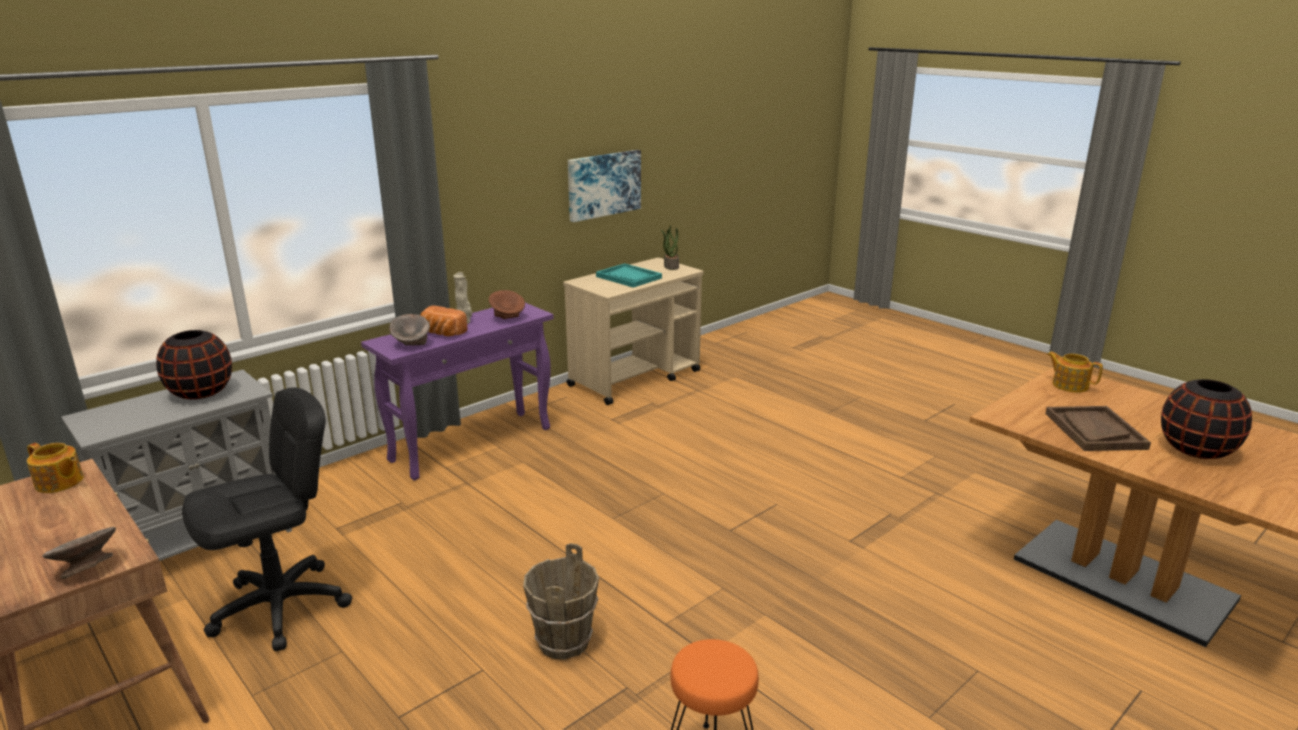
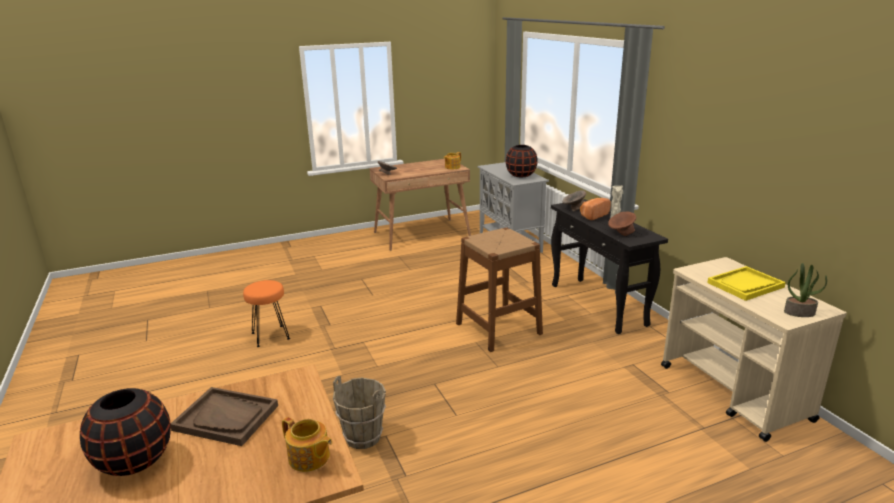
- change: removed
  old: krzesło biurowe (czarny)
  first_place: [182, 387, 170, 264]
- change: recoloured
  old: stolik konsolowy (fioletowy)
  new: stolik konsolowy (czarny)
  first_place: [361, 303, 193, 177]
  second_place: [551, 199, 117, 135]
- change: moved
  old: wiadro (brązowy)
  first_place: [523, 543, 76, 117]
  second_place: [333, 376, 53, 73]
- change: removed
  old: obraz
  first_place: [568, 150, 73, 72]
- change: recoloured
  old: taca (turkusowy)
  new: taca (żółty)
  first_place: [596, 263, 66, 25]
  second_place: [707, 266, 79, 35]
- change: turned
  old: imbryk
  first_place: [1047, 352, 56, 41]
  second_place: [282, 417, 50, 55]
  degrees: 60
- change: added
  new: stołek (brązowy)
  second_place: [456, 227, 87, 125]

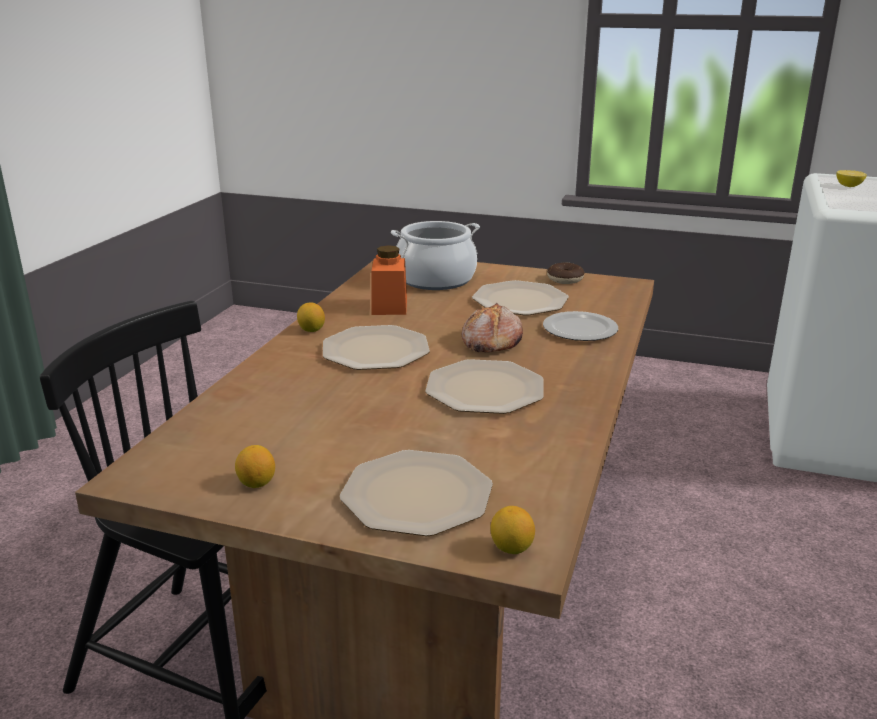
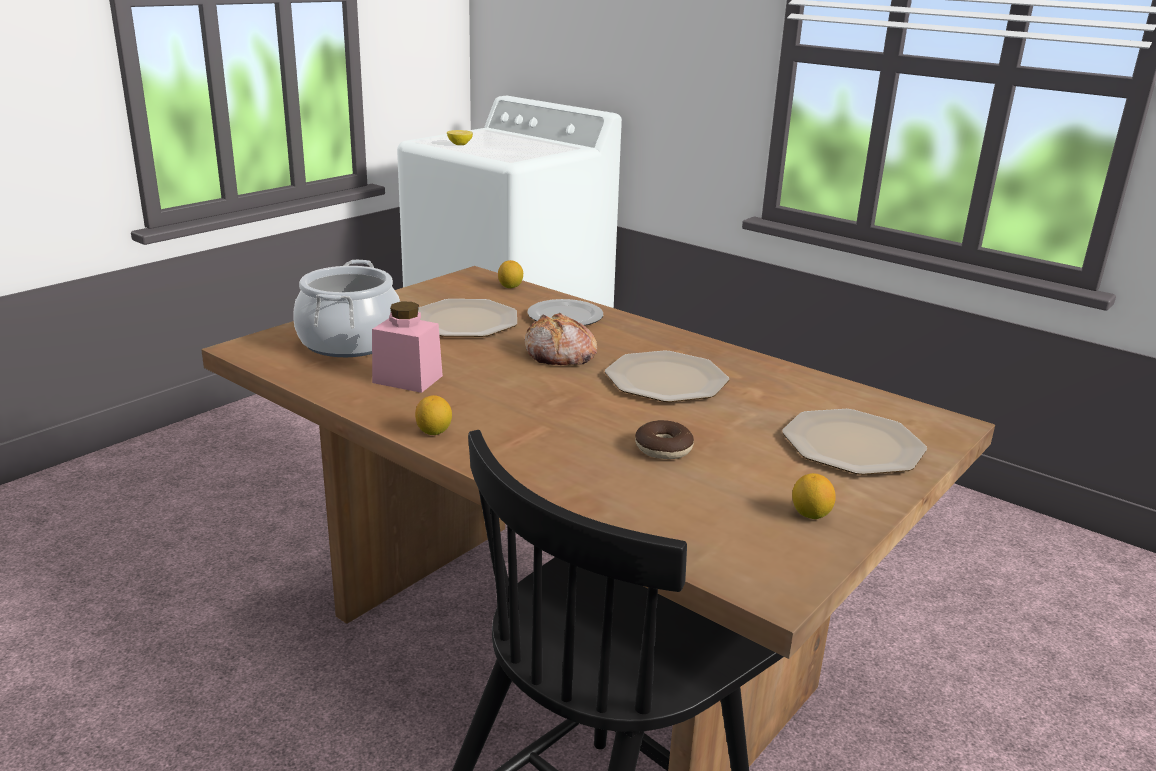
- change: removed
  old: talerz
  first_place: [323, 325, 107, 45]
- change: recoloured
  old: słoik (pomarańczowy)
  new: słoik (różowy)
  first_place: [371, 245, 36, 70]
  second_place: [372, 302, 71, 91]
- change: moved
  old: cytryna
  first_place: [490, 506, 45, 48]
  second_place: [498, 260, 25, 28]
- change: moved
  old: donut
  first_place: [547, 263, 38, 21]
  second_place: [635, 420, 59, 39]

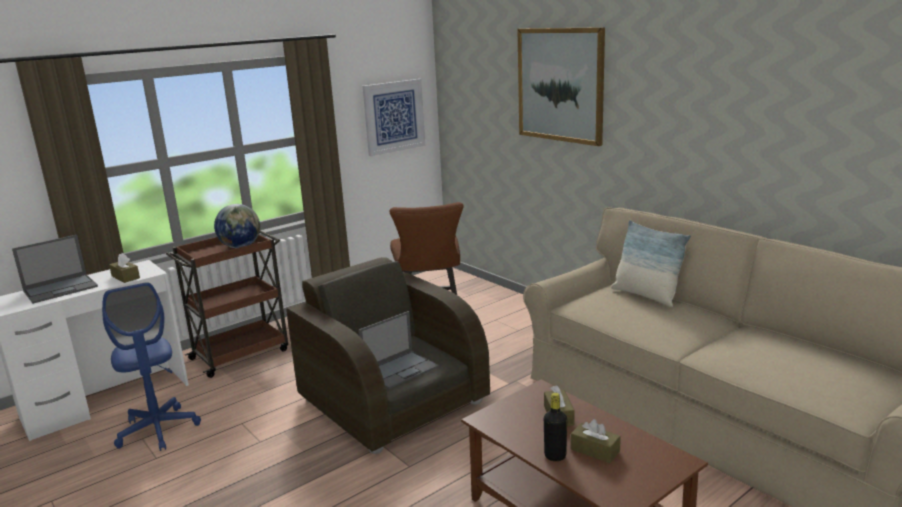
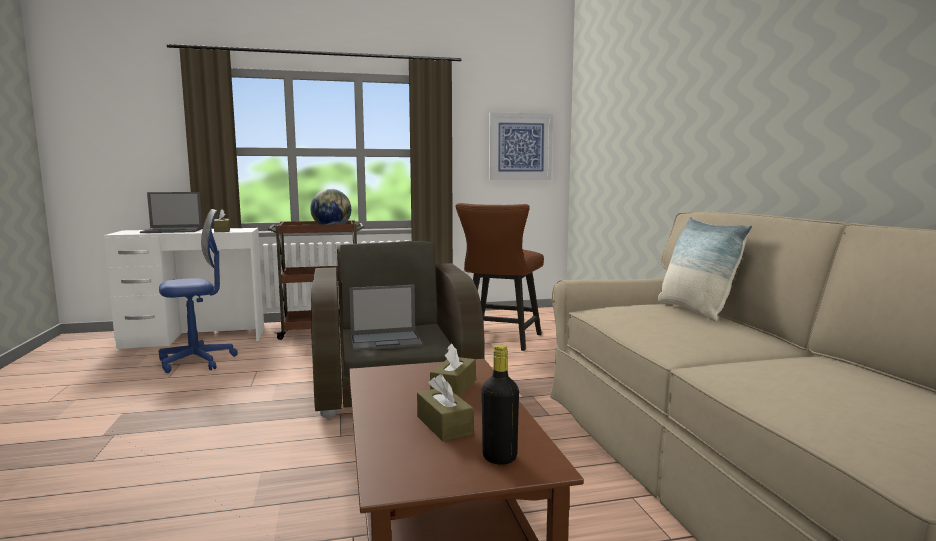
- change: turned
  old: krzesło biurowe (niebieski)
  first_place: [102, 282, 99, 169]
  second_place: [159, 209, 79, 164]
  degrees: -120
- change: removed
  old: obraz
  first_place: [517, 27, 88, 119]
- change: moved
  old: butelka (czarny)
  first_place: [544, 393, 23, 68]
  second_place: [482, 345, 37, 120]

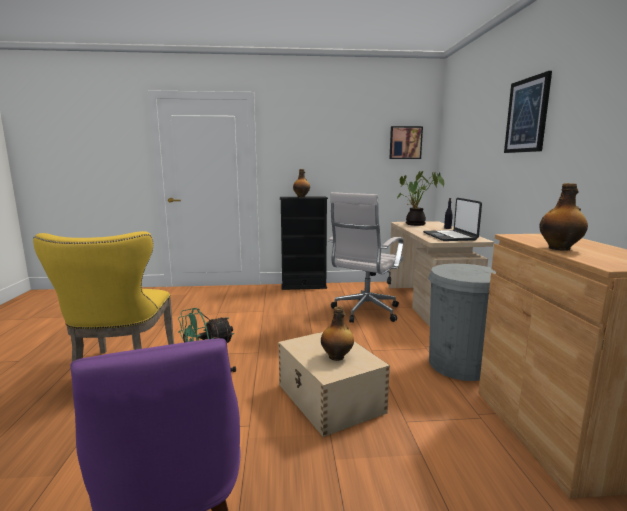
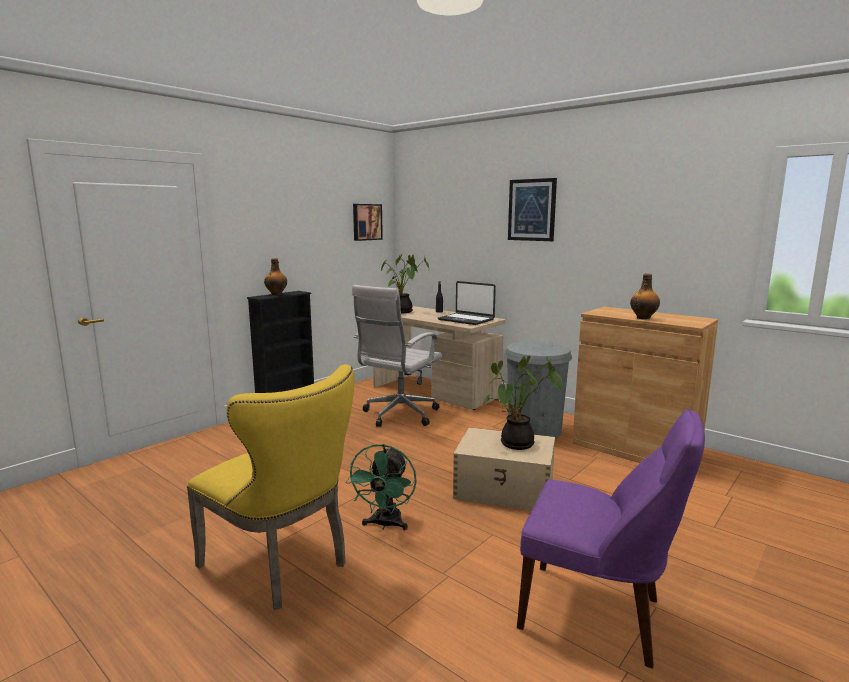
- change: replaced
  old: butelka
  new: roślina doniczkowa
  first_place: [321, 306, 33, 55]
  second_place: [482, 356, 81, 94]
- change: turned
  old: krzesło biurowe (biały)
  first_place: [328, 192, 76, 131]
  second_place: [352, 285, 90, 142]
  degrees: 45

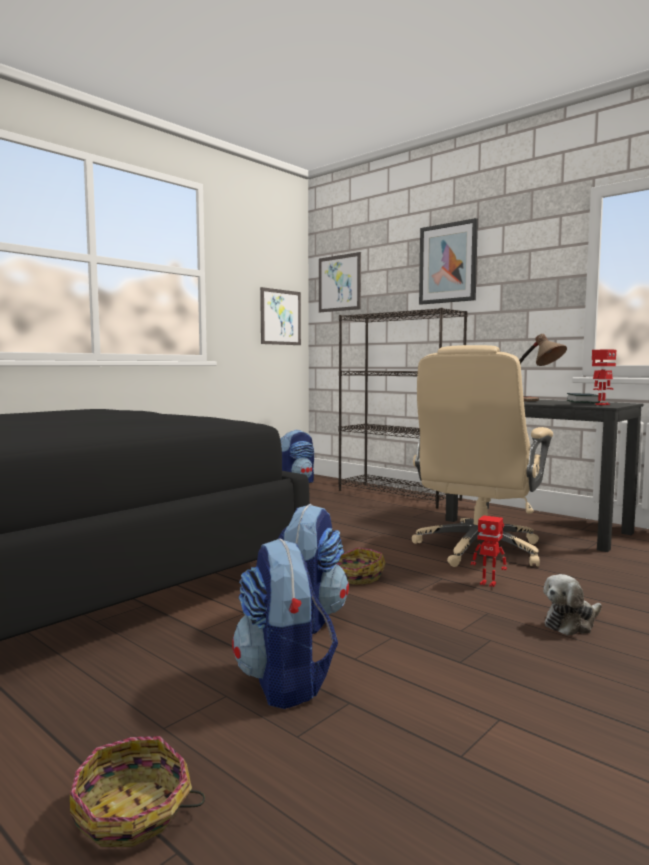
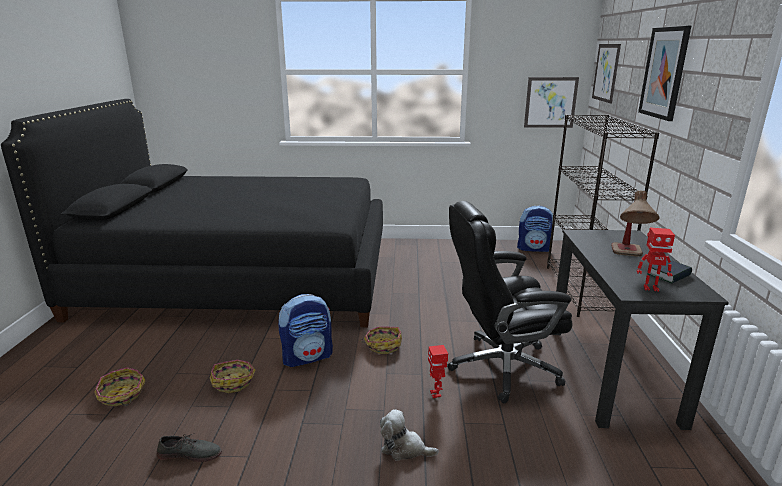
- change: replaced
  old: plecak
  new: koszyk
  first_place: [232, 539, 106, 170]
  second_place: [210, 360, 46, 33]
- change: recoloured
  old: krzesło biurowe (beżowy)
  new: krzesło biurowe (czarny)
  first_place: [412, 345, 141, 222]
  second_place: [447, 201, 125, 203]
- change: added
  new: but (szary)
  second_place: [157, 433, 65, 29]

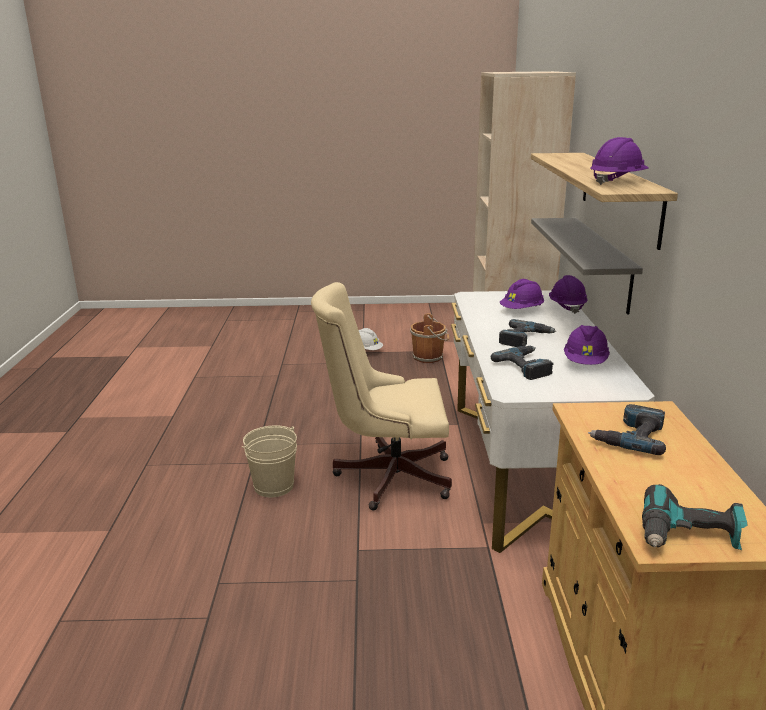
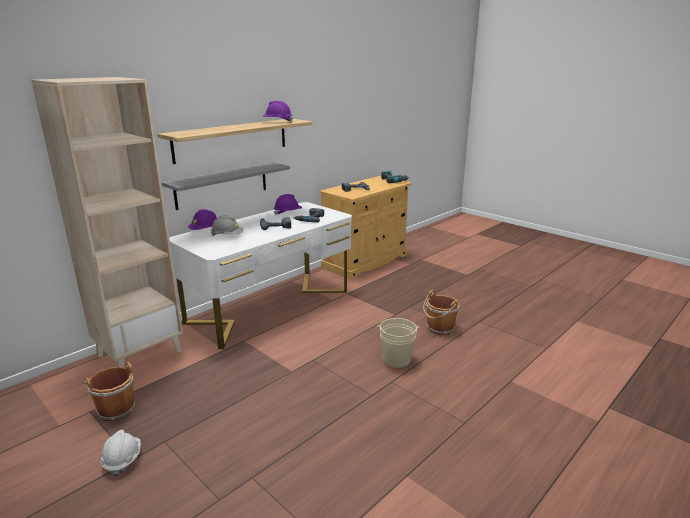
- change: removed
  old: krzesło biurowe (beżowy)
  first_place: [311, 282, 141, 229]
- change: recoloured
  old: kask (fioletowy)
  new: kask (szary)
  first_place: [500, 279, 44, 30]
  second_place: [211, 215, 33, 21]
- change: added
  new: wiadro (brązowy)
  second_place: [423, 290, 36, 45]

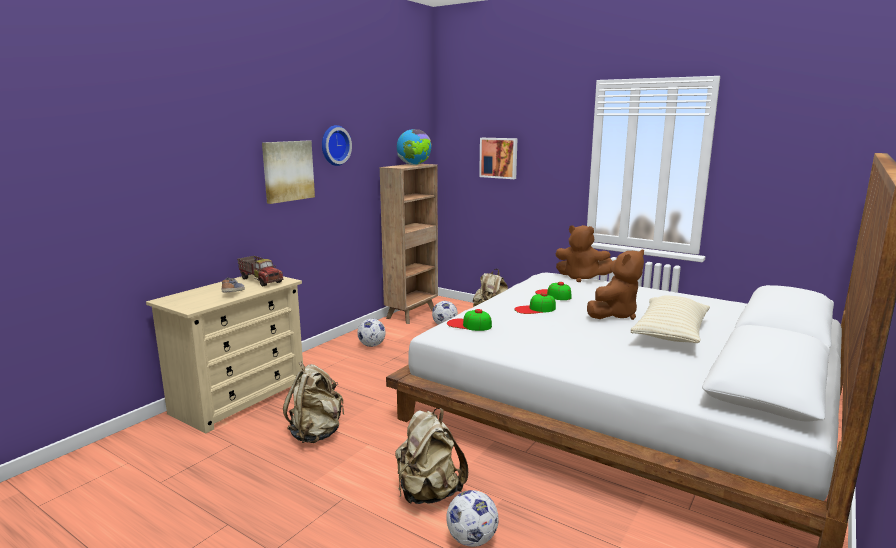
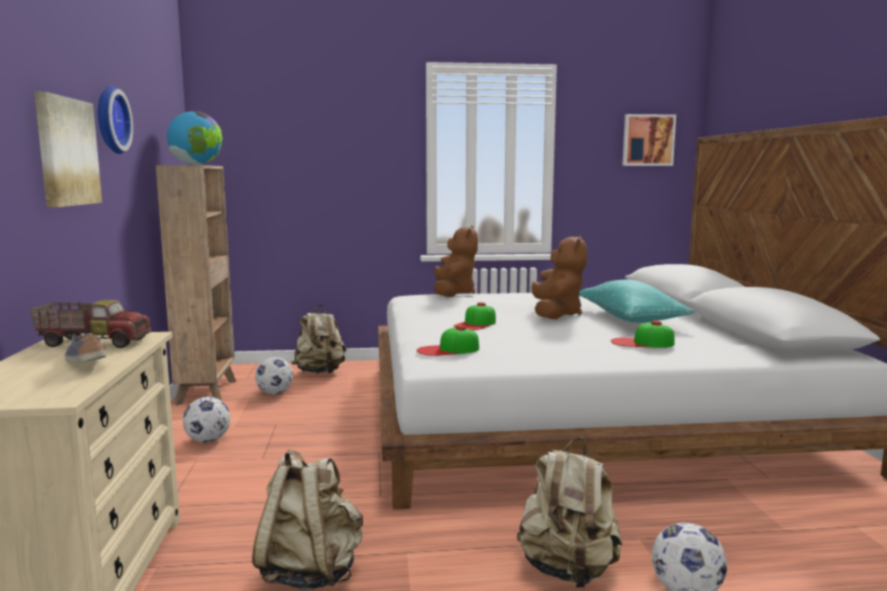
- change: moved
  old: obraz
  first_place: [479, 138, 39, 41]
  second_place: [622, 114, 54, 52]
- change: moved
  old: czapka z daszkiem
  first_place: [535, 282, 36, 18]
  second_place: [611, 320, 64, 28]
- change: turned
  old: pluszak (brązowy)
  first_place: [555, 225, 57, 57]
  second_place: [434, 225, 44, 72]
  degrees: -75
- change: recoloured
  old: poduszka (beżowy)
  new: poduszka (turkusowy)
  first_place: [631, 296, 79, 47]
  second_place: [579, 280, 116, 43]

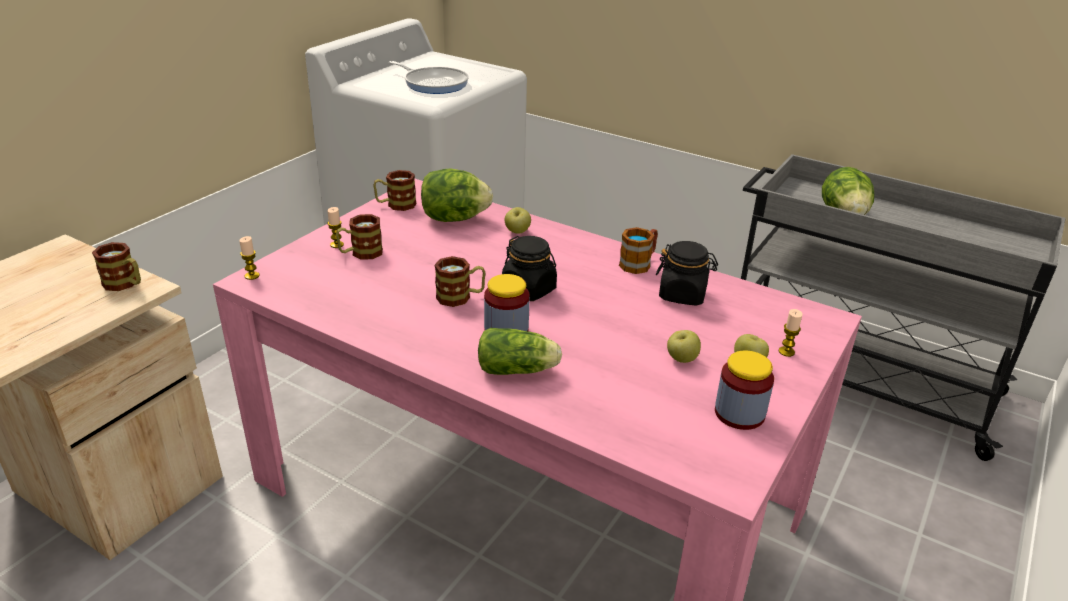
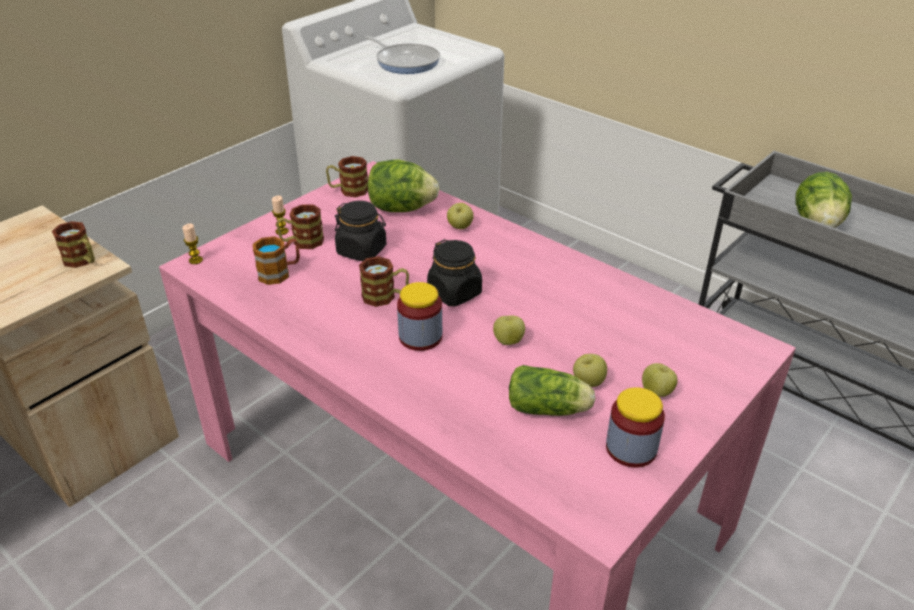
- change: moved
  old: sałata
  first_place: [478, 328, 84, 47]
  second_place: [509, 365, 86, 51]
- change: moved
  old: kubek
  first_place: [619, 227, 39, 47]
  second_place: [253, 236, 47, 49]
- change: moved
  old: słoik (czarny)
  first_place: [656, 241, 62, 64]
  second_place: [335, 201, 51, 60]
- change: removed
  old: świeca
  first_place: [779, 309, 24, 48]
- change: added
  new: jabłko
  second_place: [493, 316, 32, 29]

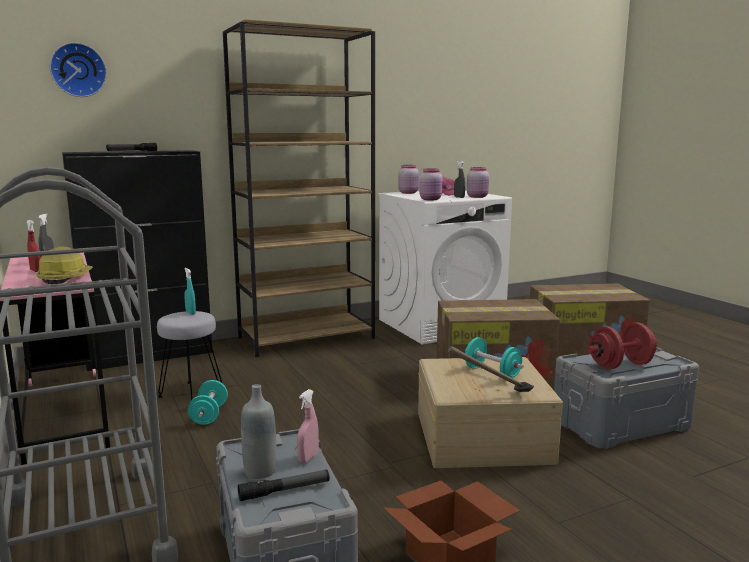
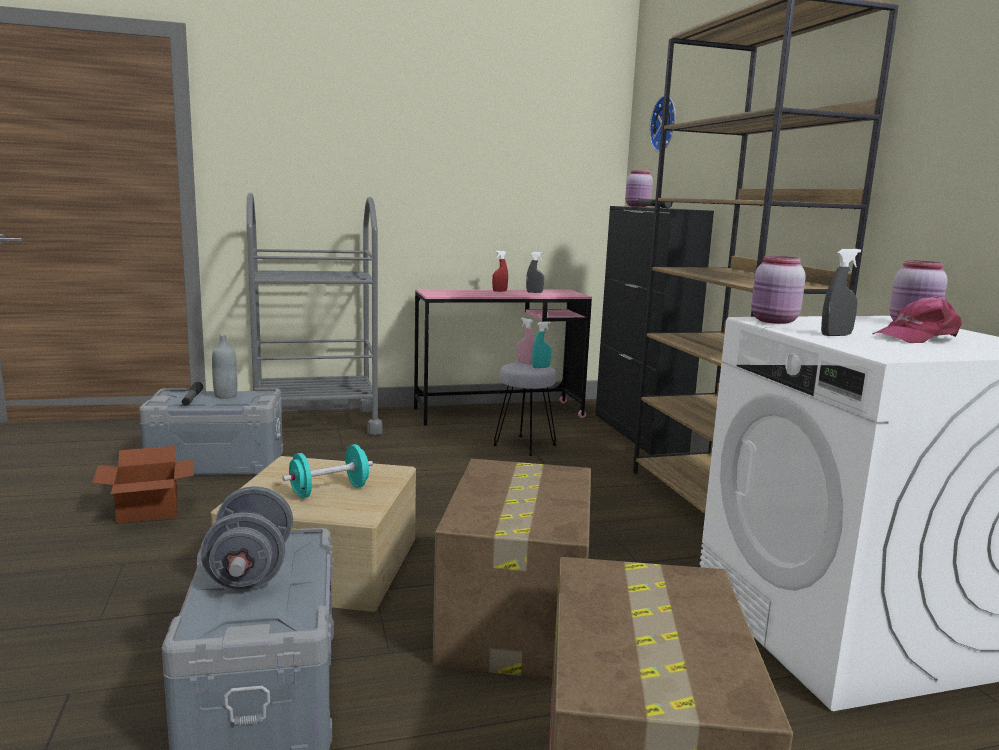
- change: removed
  old: kask
  first_place: [36, 247, 57, 37]
- change: removed
  old: hantel (turkusowy)
  first_place: [188, 380, 40, 45]
- change: moved
  old: spryskiwacz (różowy)
  first_place: [297, 389, 22, 74]
  second_place: [517, 318, 17, 47]
- change: removed
  old: młotek
  first_place: [448, 346, 86, 46]
- change: moved
  old: słoik (różowy)
  first_place: [467, 167, 22, 31]
  second_place: [625, 170, 28, 37]
- change: recoloured
  old: hantel (czerwony)
  new: hantel (szary)
  first_place: [588, 323, 69, 47]
  second_place: [200, 486, 93, 104]

